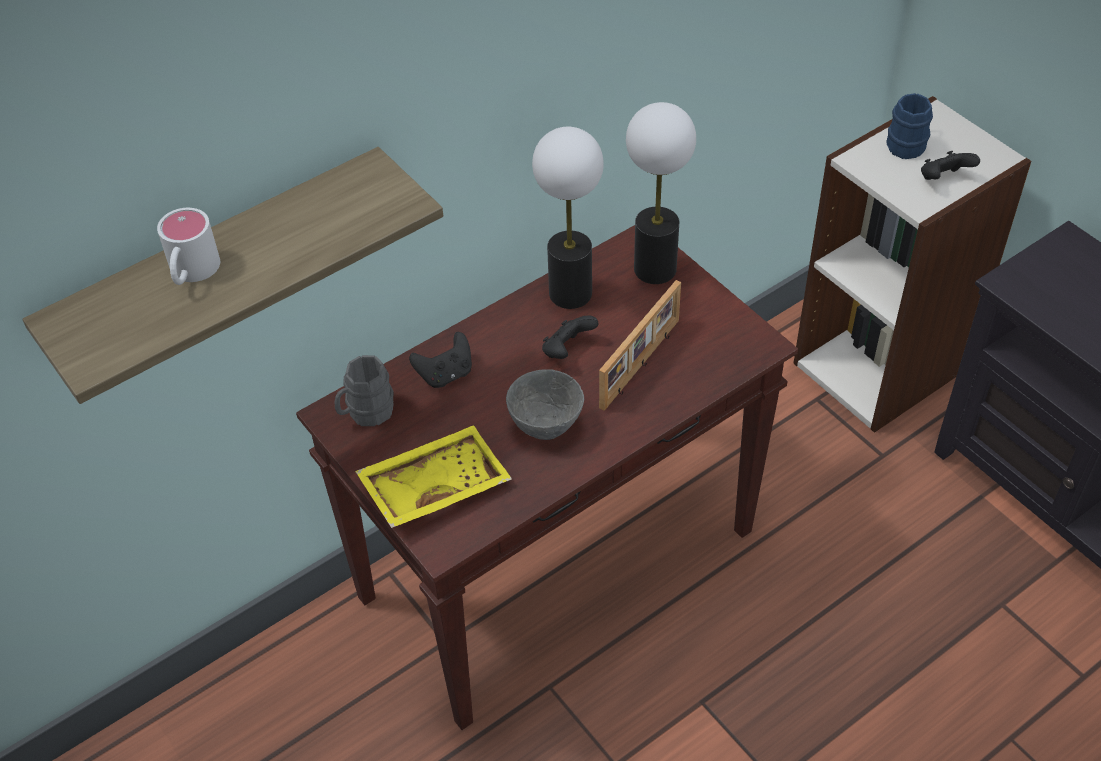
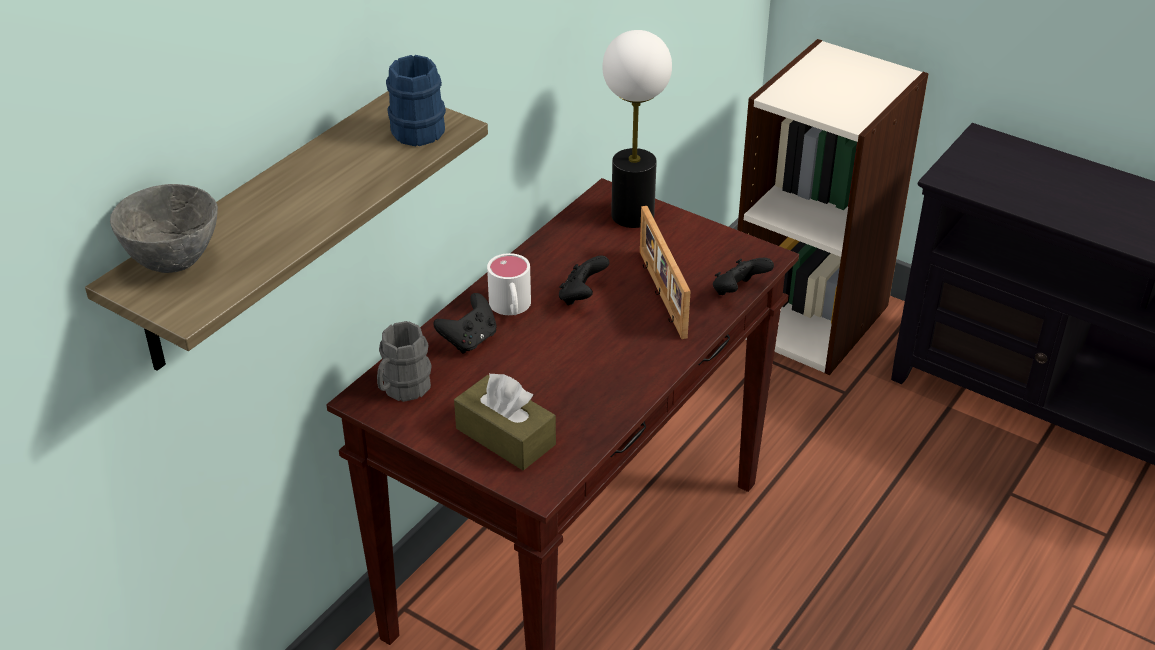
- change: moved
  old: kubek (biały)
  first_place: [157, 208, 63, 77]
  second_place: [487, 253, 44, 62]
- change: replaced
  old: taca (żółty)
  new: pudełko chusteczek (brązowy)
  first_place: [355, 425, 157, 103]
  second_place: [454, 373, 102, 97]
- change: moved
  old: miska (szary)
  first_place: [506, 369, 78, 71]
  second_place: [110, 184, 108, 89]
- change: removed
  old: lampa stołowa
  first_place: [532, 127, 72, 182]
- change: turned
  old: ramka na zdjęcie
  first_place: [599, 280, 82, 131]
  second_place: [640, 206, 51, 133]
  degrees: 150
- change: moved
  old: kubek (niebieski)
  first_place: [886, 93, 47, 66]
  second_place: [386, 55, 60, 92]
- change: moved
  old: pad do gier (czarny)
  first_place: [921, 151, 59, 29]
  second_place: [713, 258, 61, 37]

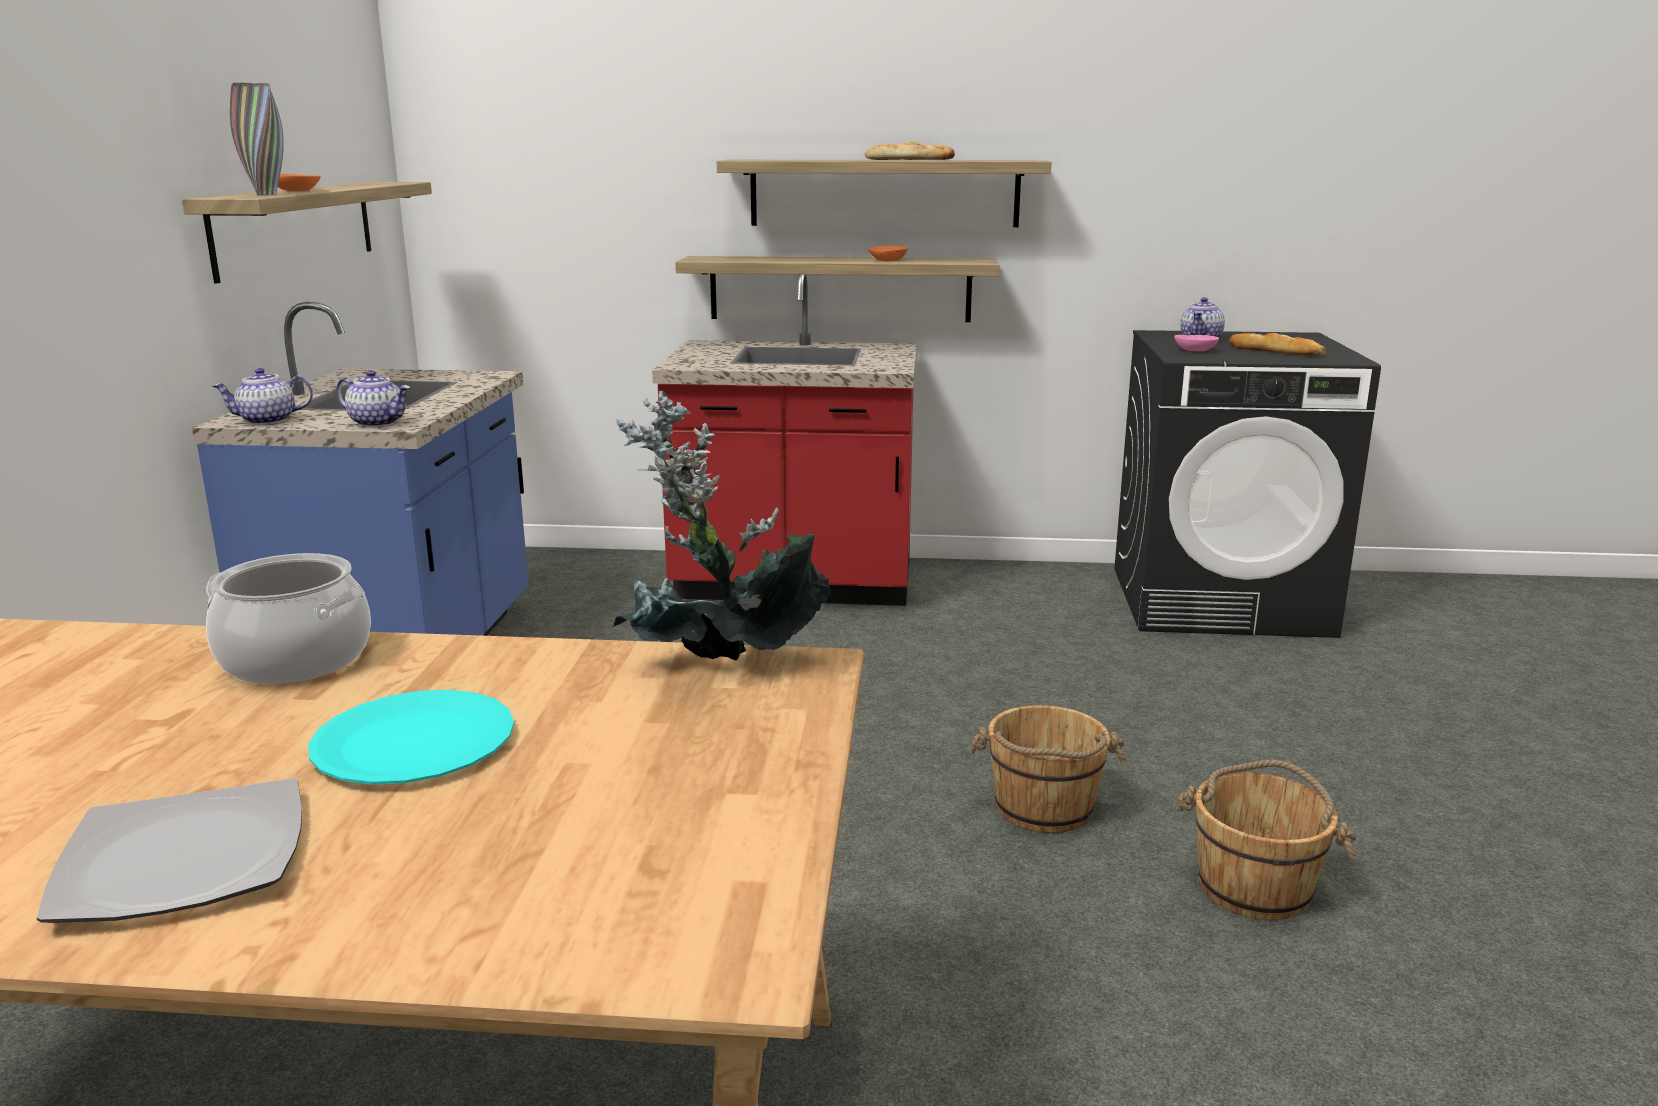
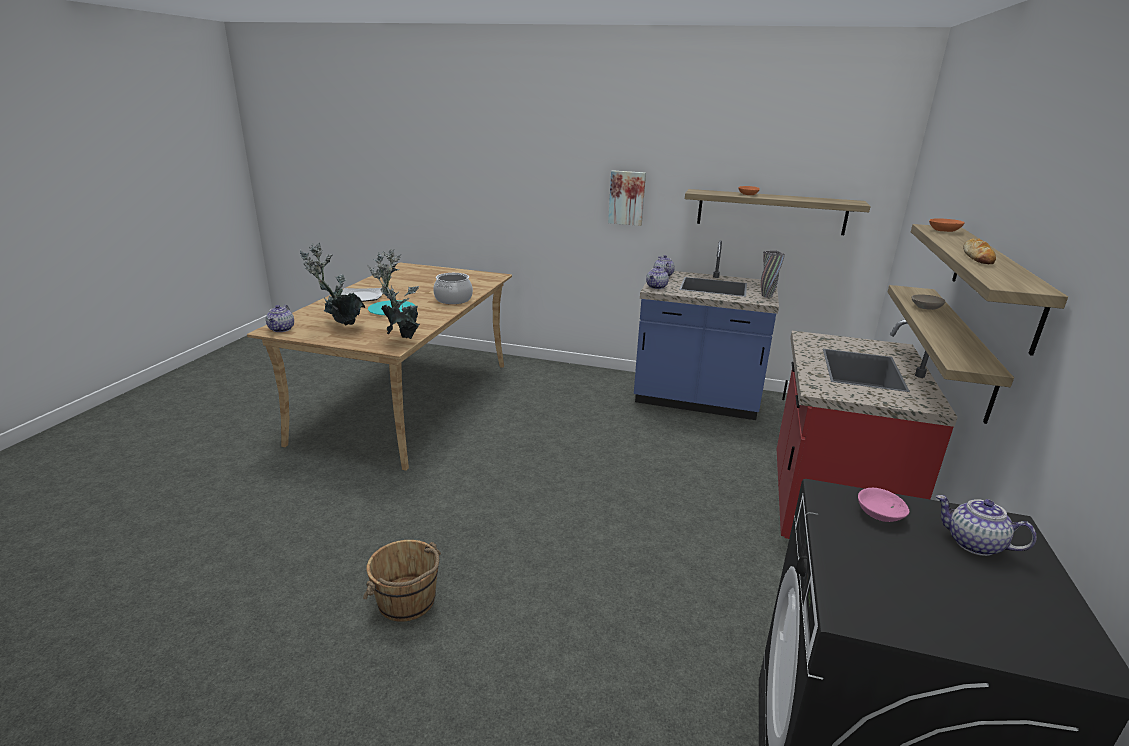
- change: moved
  old: wazon (szary)
  first_place: [230, 83, 54, 113]
  second_place: [761, 250, 24, 48]
- change: moved
  old: miska (pomarańczowy)
  first_place: [868, 246, 40, 15]
  second_place: [929, 218, 36, 14]
- change: removed
  old: wiadro (brązowy)
  first_place: [968, 705, 158, 128]
- change: removed
  old: chleb
  first_place: [1229, 333, 97, 23]
- change: added
  new: imbryk
  second_place: [266, 305, 28, 27]
- change: added
  new: roślina doniczkowa
  second_place: [300, 243, 65, 83]
- change: added
  new: obraz
  second_place: [608, 170, 38, 56]
- change: added
  new: miska (beżowy)
  second_place: [912, 295, 34, 15]

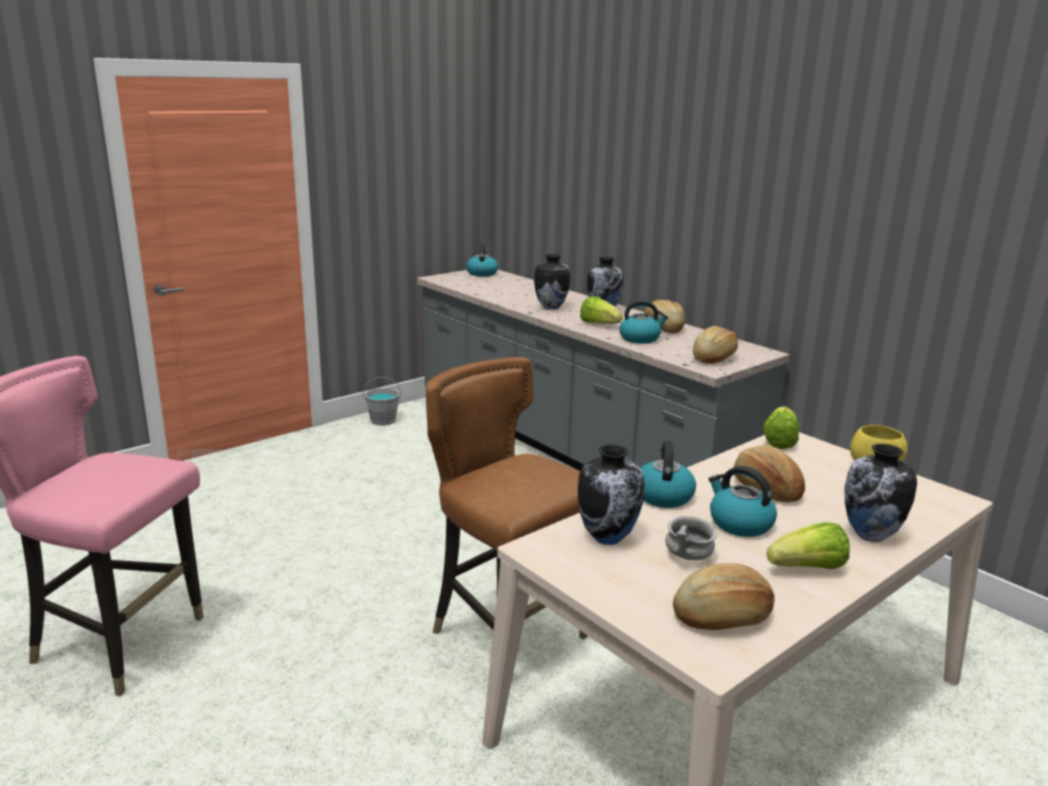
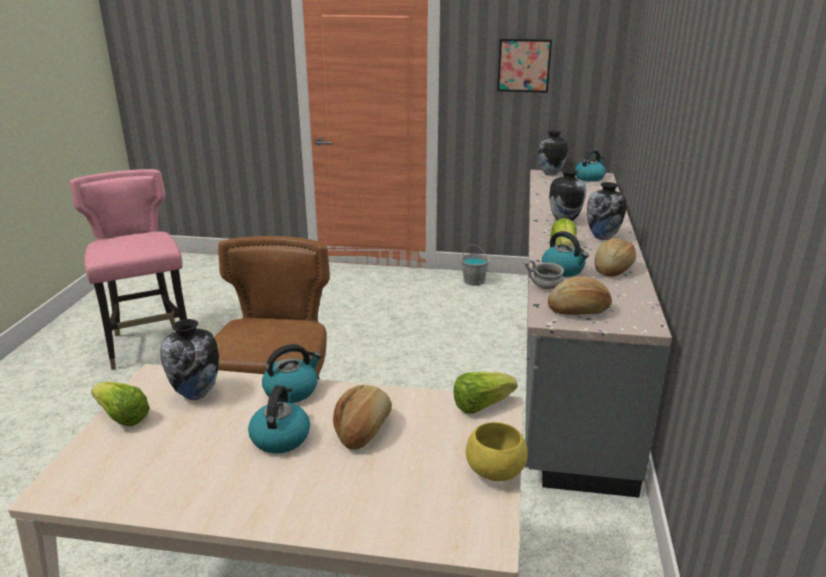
- change: moved
  old: miska (szary)
  first_place: [665, 516, 52, 44]
  second_place: [523, 260, 41, 29]
- change: removed
  old: chleb
  first_place: [673, 563, 102, 67]
- change: moved
  old: sałata
  first_place: [767, 522, 83, 47]
  second_place: [91, 382, 59, 44]
- change: moved
  old: wazon
  first_place: [844, 444, 73, 98]
  second_place: [538, 130, 30, 46]
- change: added
  new: obraz
  second_place: [497, 39, 55, 54]

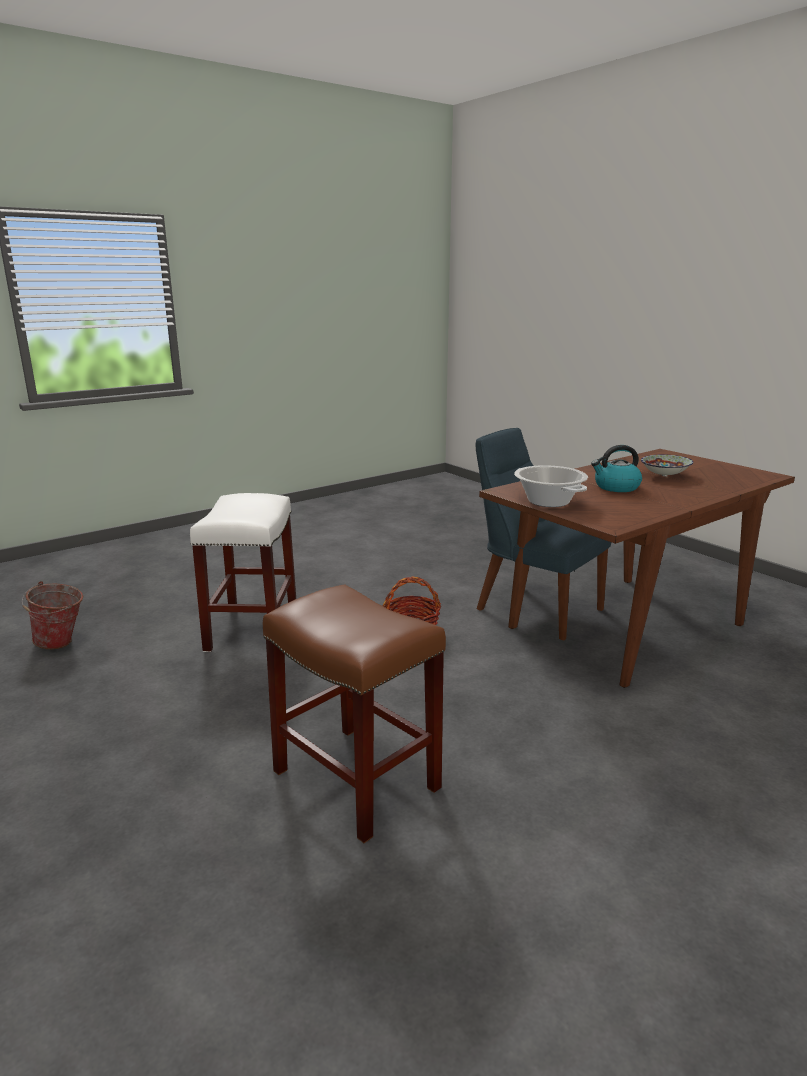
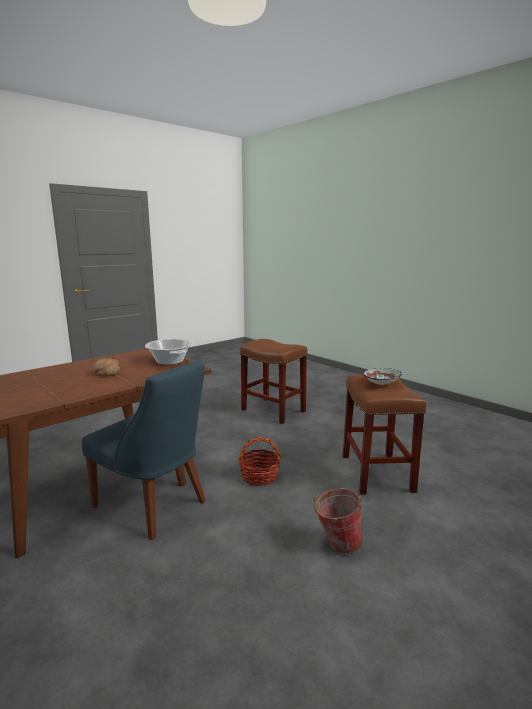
- change: moved
  old: wiadro
  first_place: [22, 581, 61, 68]
  second_place: [313, 488, 51, 66]
- change: recoloured
  old: stołek (biały)
  new: stołek (brązowy)
  first_place: [190, 493, 106, 159]
  second_place: [343, 374, 83, 121]
- change: replaced
  old: czajnik
  new: chleb
  first_place: [591, 445, 51, 47]
  second_place: [93, 357, 27, 20]
- change: moved
  old: miska
  first_place: [641, 454, 52, 23]
  second_place: [363, 368, 39, 17]

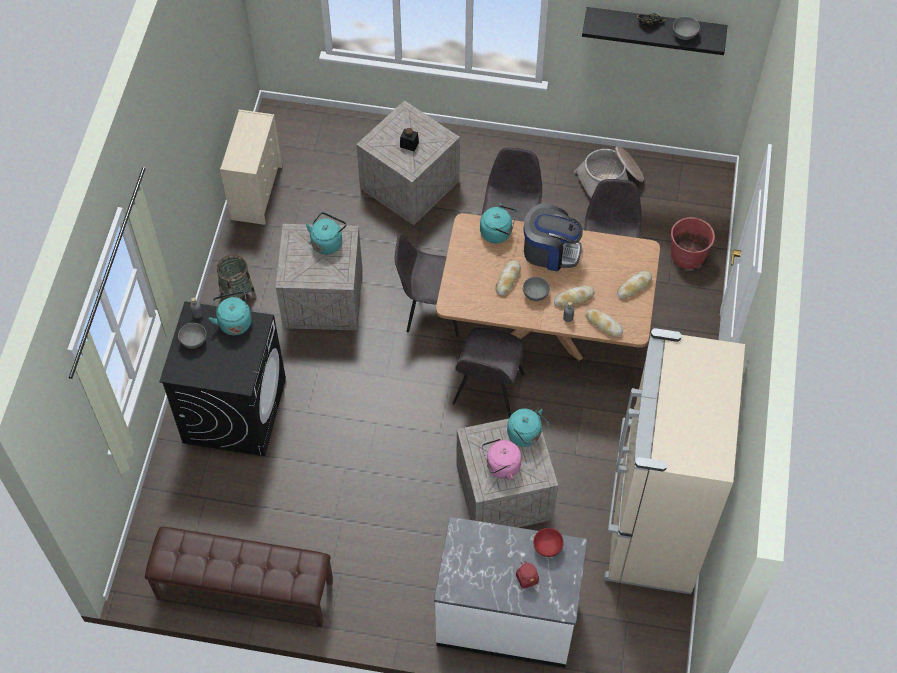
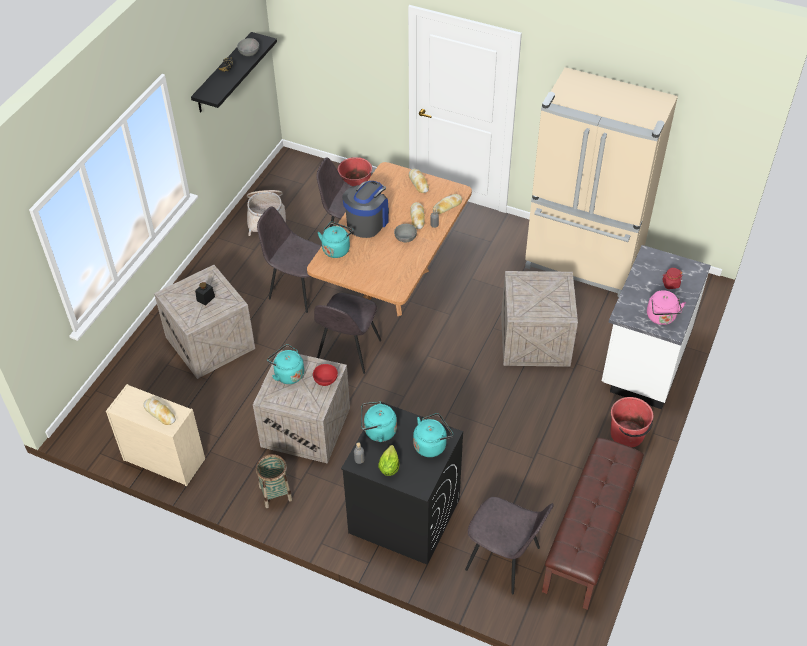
- change: replaced
  old: miska (szary)
  new: sałata
  first_place: [178, 323, 29, 26]
  second_place: [378, 445, 22, 31]
- change: moved
  old: krzesło (szary)
  first_place: [453, 328, 71, 90]
  second_place: [465, 497, 89, 97]
- change: moved
  old: czajnik (różowy)
  first_place: [482, 438, 40, 42]
  second_place: [647, 290, 39, 35]
- change: moved
  old: chleb
  first_place: [495, 260, 26, 35]
  second_place: [143, 398, 33, 27]
- change: moved
  old: czajnik (turkusowy)
  first_place: [507, 409, 42, 38]
  second_place: [413, 413, 40, 44]
- change: moved
  old: miska (czerwony)
  first_place: [533, 528, 30, 29]
  second_place: [313, 364, 25, 22]
- change: added
  new: wiadro (czerwony)
  second_place: [611, 397, 43, 51]

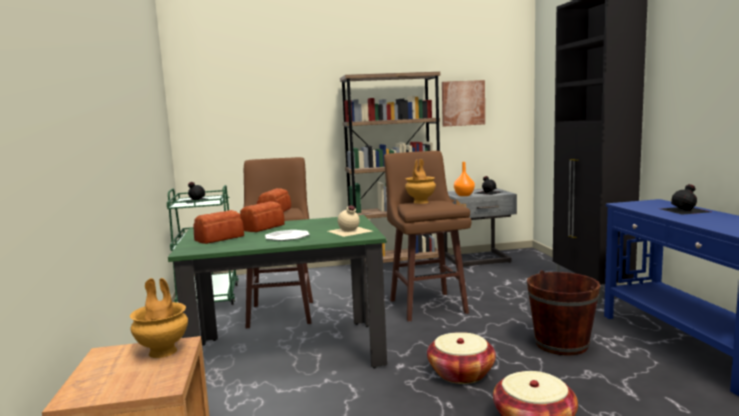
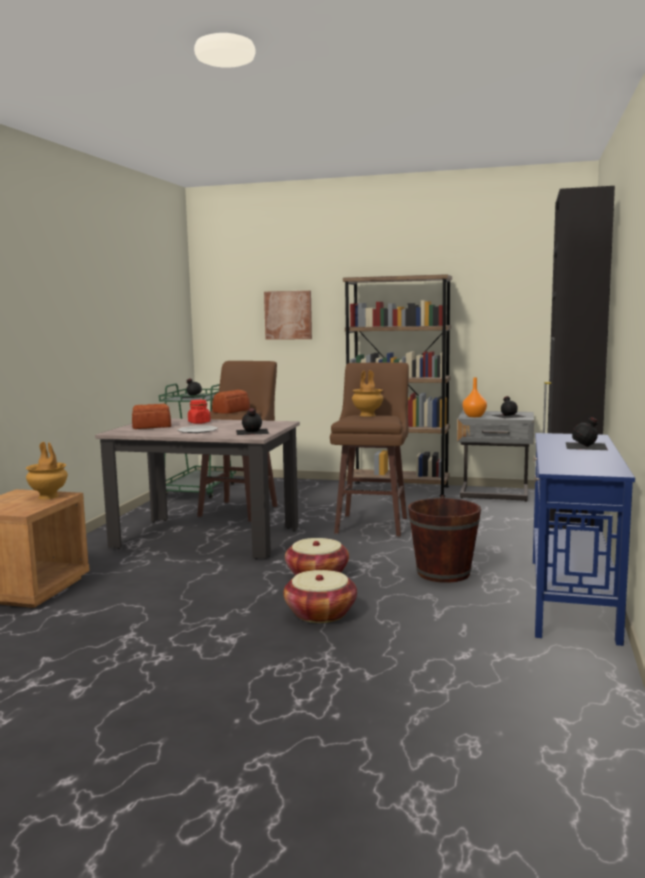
- change: recoloured
  old: stół jadalny (zielony)
  new: stół jadalny (beżowy)
  first_place: [168, 215, 219, 153]
  second_place: [95, 419, 205, 140]
- change: replaced
  old: chleb
  new: słoik (czerwony)
  first_place: [240, 201, 45, 31]
  second_place: [188, 400, 23, 24]
- change: recoloured
  old: butelka (beżowy)
  new: butelka (czarny)
  first_place: [328, 205, 44, 32]
  second_place: [236, 408, 33, 27]
- change: moved
  old: obraz
  first_place: [442, 80, 43, 47]
  second_place: [264, 291, 48, 49]

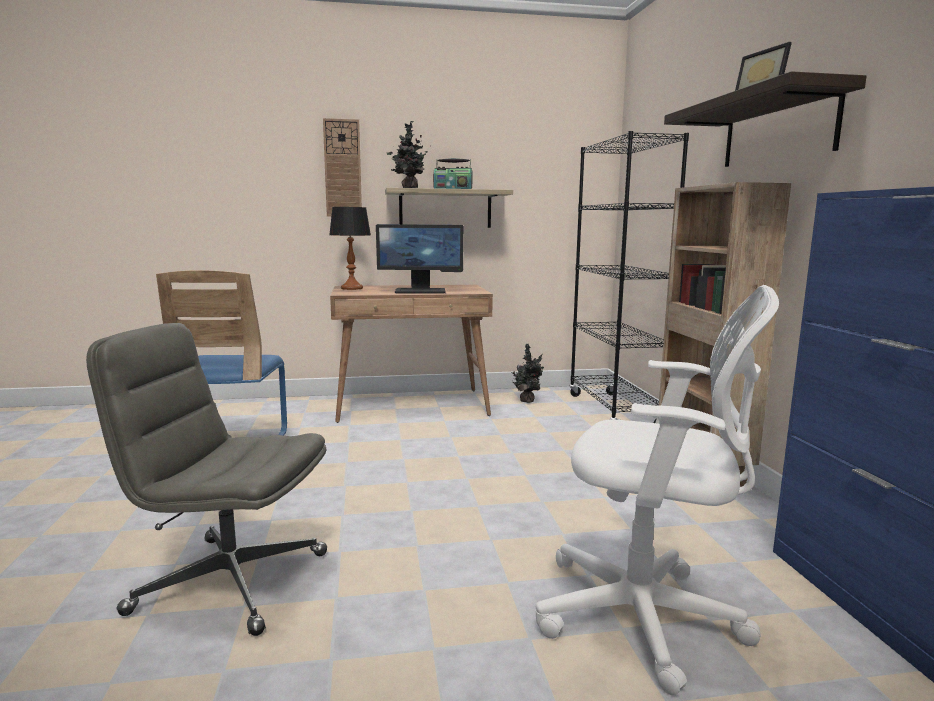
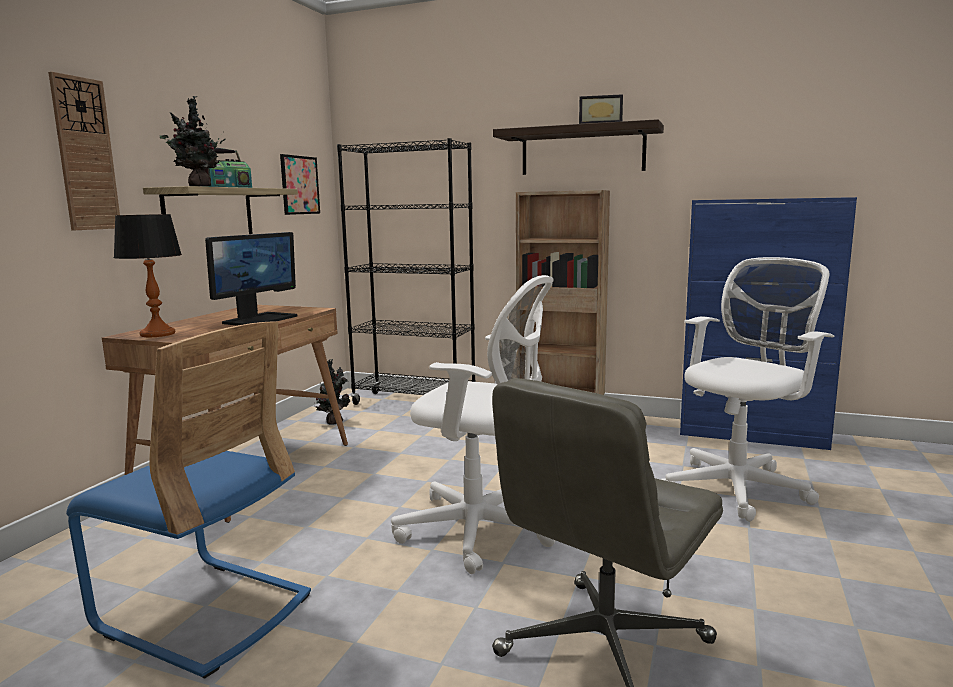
- change: added
  new: obraz
  second_place: [280, 154, 40, 61]
- change: added
  new: krzesło biurowe (biały)
  second_place: [391, 275, 165, 299]

